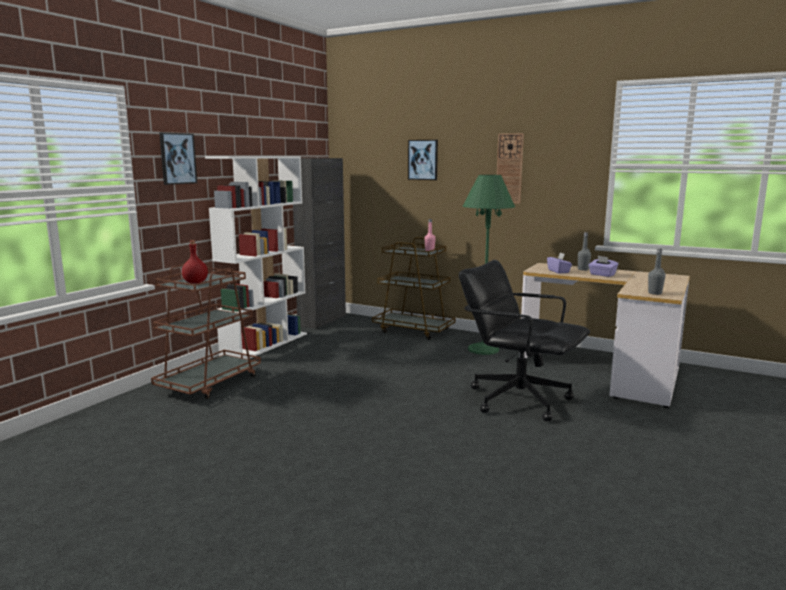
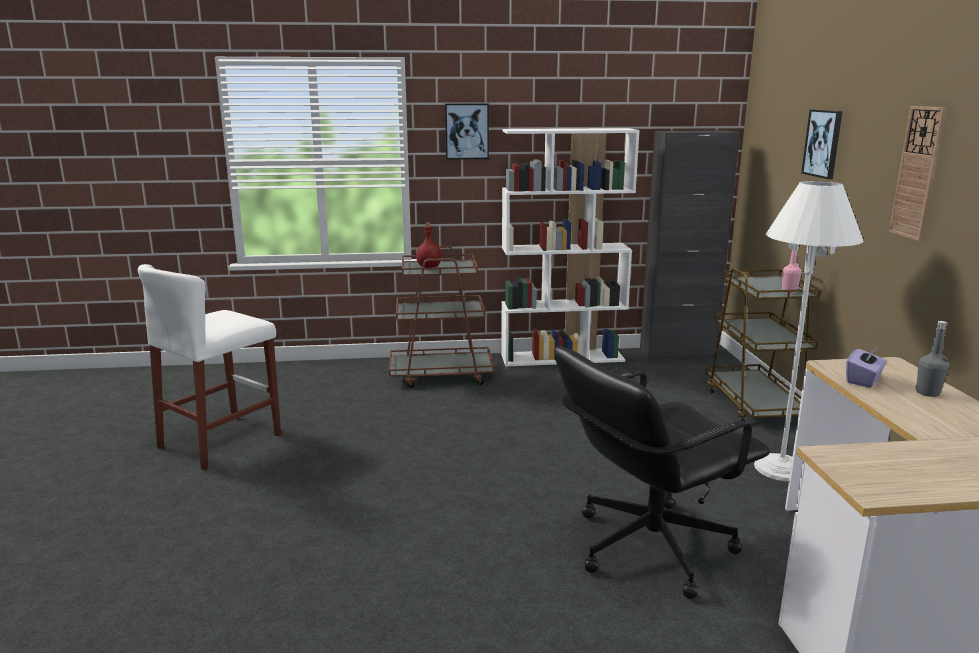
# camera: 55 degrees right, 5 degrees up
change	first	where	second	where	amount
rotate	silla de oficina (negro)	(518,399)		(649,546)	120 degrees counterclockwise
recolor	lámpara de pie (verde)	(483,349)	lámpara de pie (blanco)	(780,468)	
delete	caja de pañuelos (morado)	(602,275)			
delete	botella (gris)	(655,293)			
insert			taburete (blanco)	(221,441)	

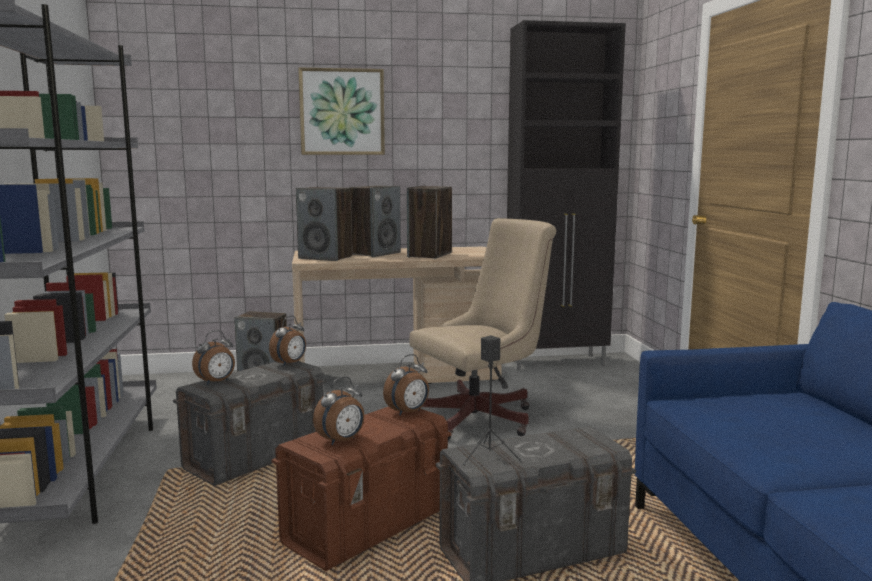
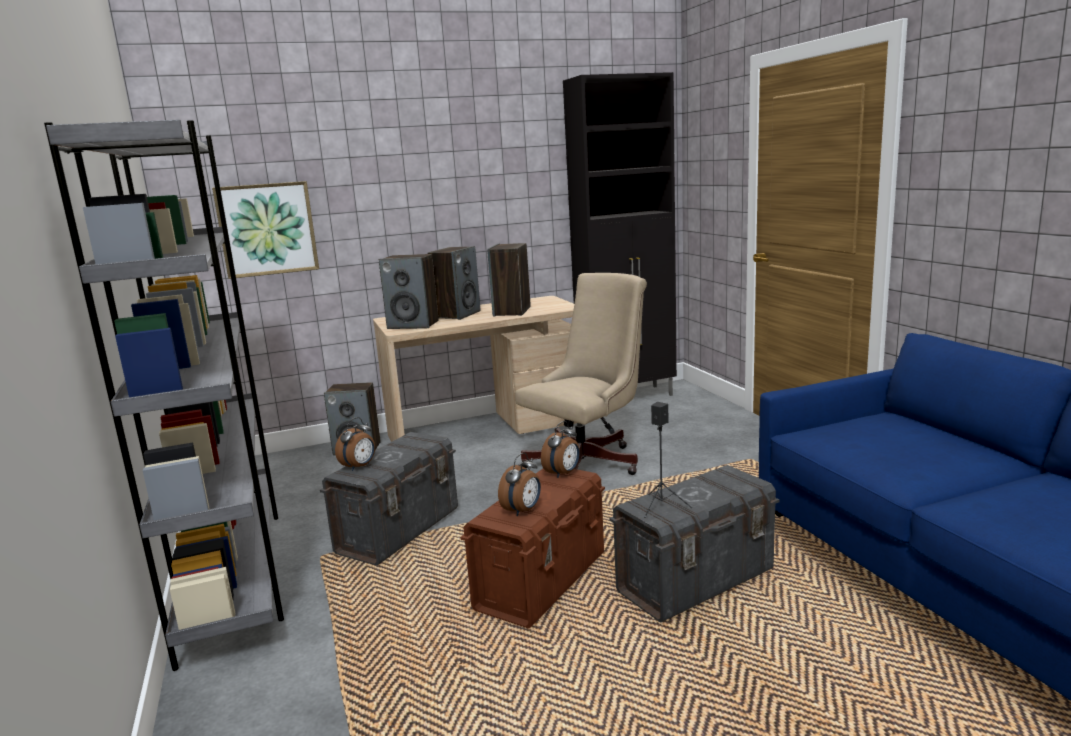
# camera: 10 degrees left, 5 degrees up
change	first	where	second	where	amount
delete	despertador	(290,363)			
move	cuadro	(342,112)		(267,229)	

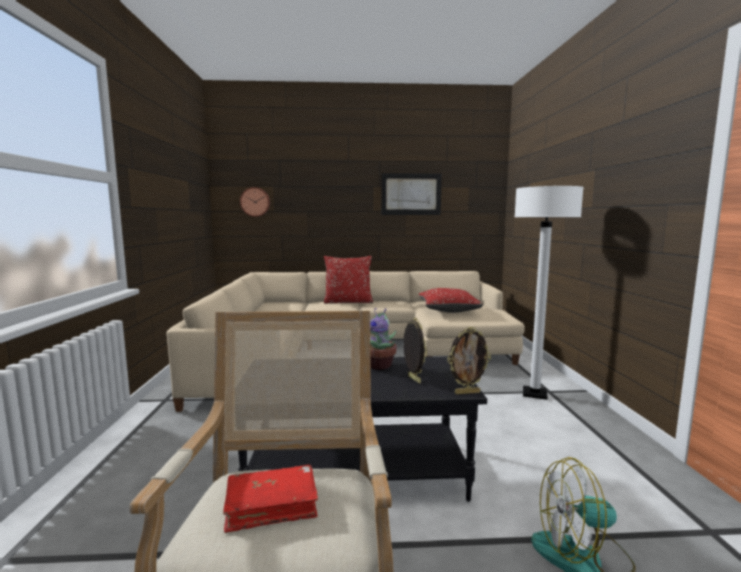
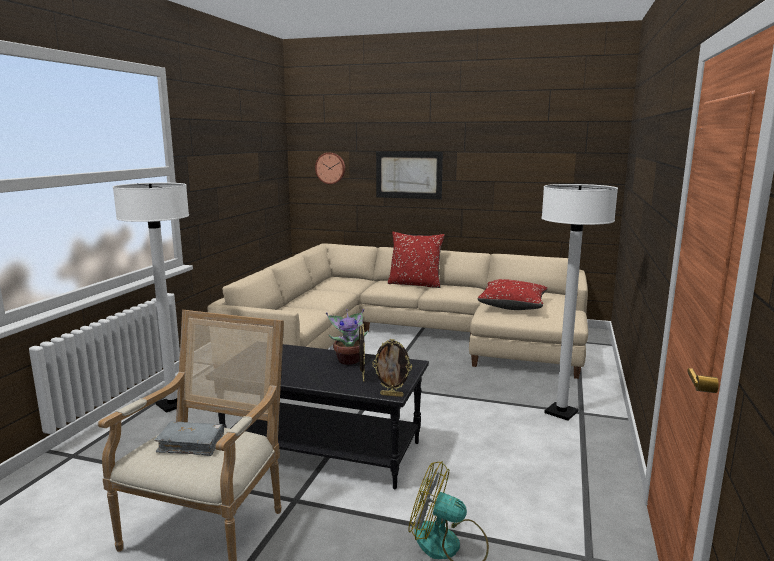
# camera: 20 degrees right, 5 degrees up
change	first	where	second	where	amount
recolor	libro (rojo)	(272,506)	libro (gris)	(191,444)	
move	cuadro	(411,194)		(408,175)	
insert			lámpara de pie (blanco)	(172,405)	

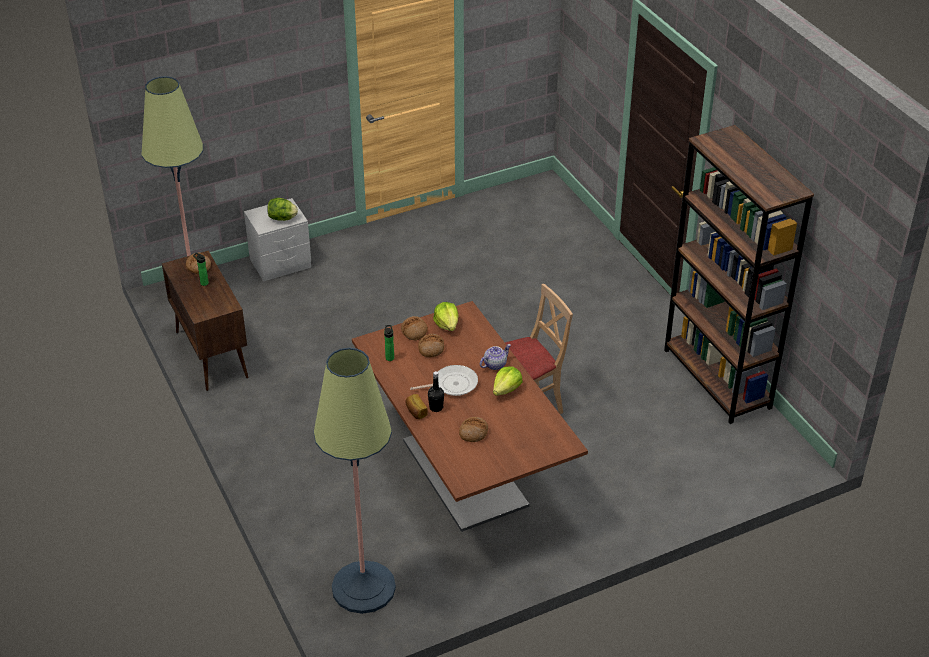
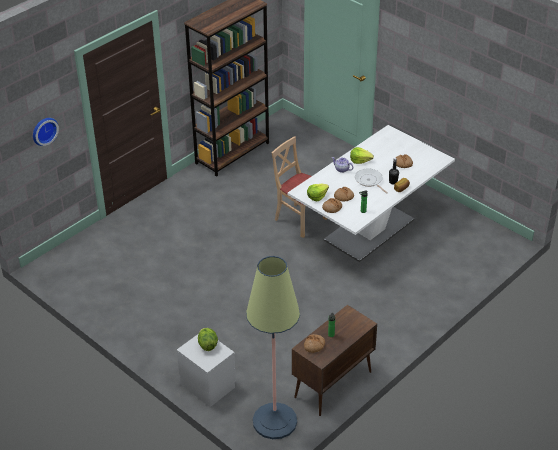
# camera: 110 degrees left, 0 degrees up
change	first	where	second	where	amount
delete	lámpara de pie	(363,587)			
recolor	mesa de comedor (marrón)	(464,473)	mesa de comedor (blanco)	(369,230)	
insert			reloj de pared	(43,130)	

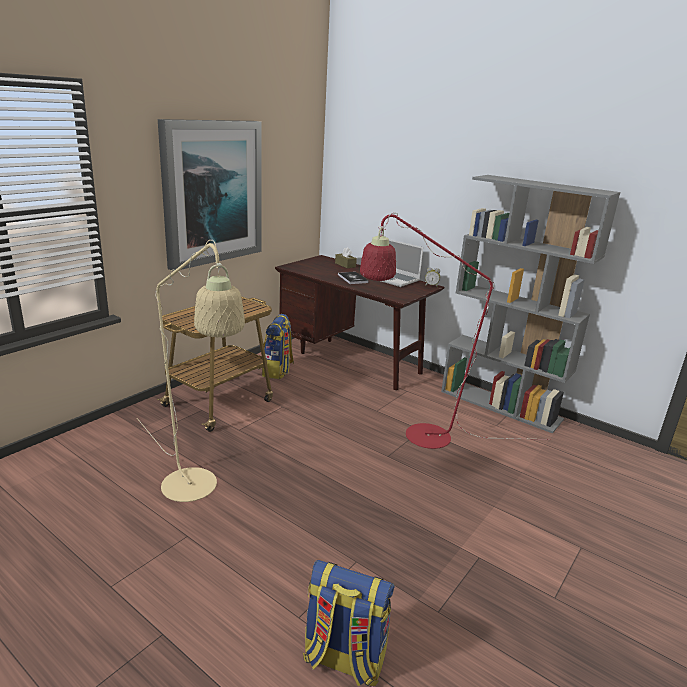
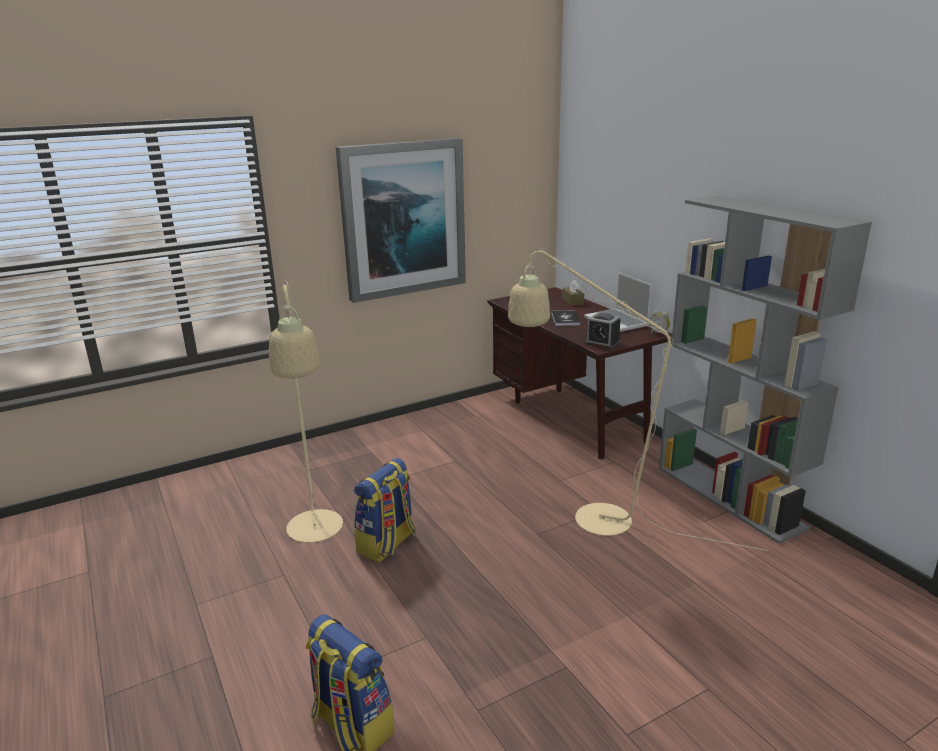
# camera: 25 degrees right, 0 degrees up
change	first	where	second	where	amount
delete	carrito	(220,402)			
move	mochila	(277,371)		(387,544)	
recolor	lámpara de pie (rojo)	(415,435)	lámpara de pie (beis)	(588,516)	
insert			despertador	(602,343)	

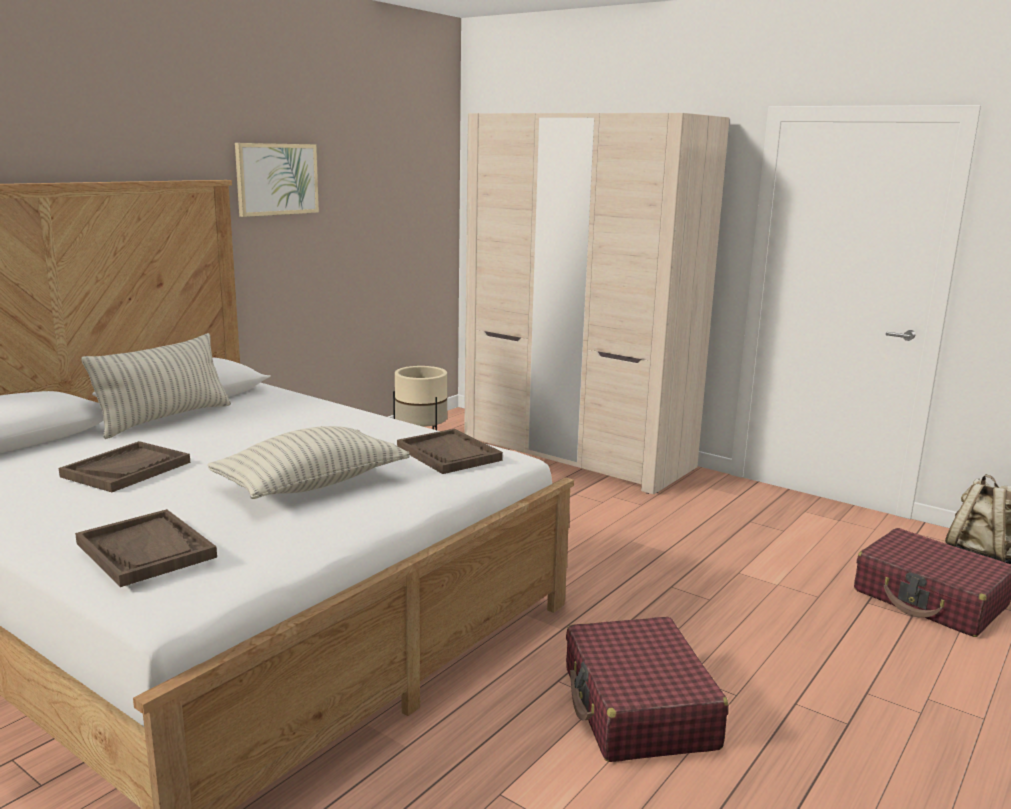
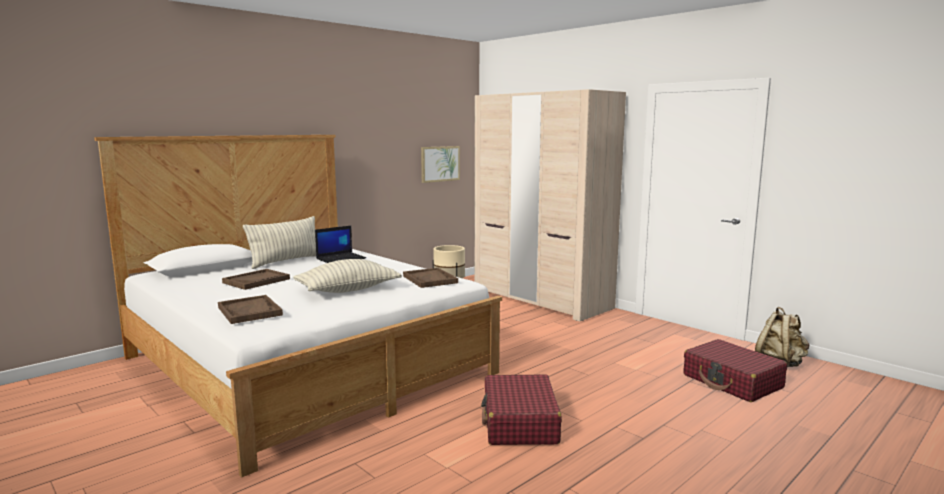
# camera: 10 degrees right, 5 degrees down
change	first	where	second	where	amount
move	cuadro	(277,179)		(440,164)	
insert			portátil	(341,258)	

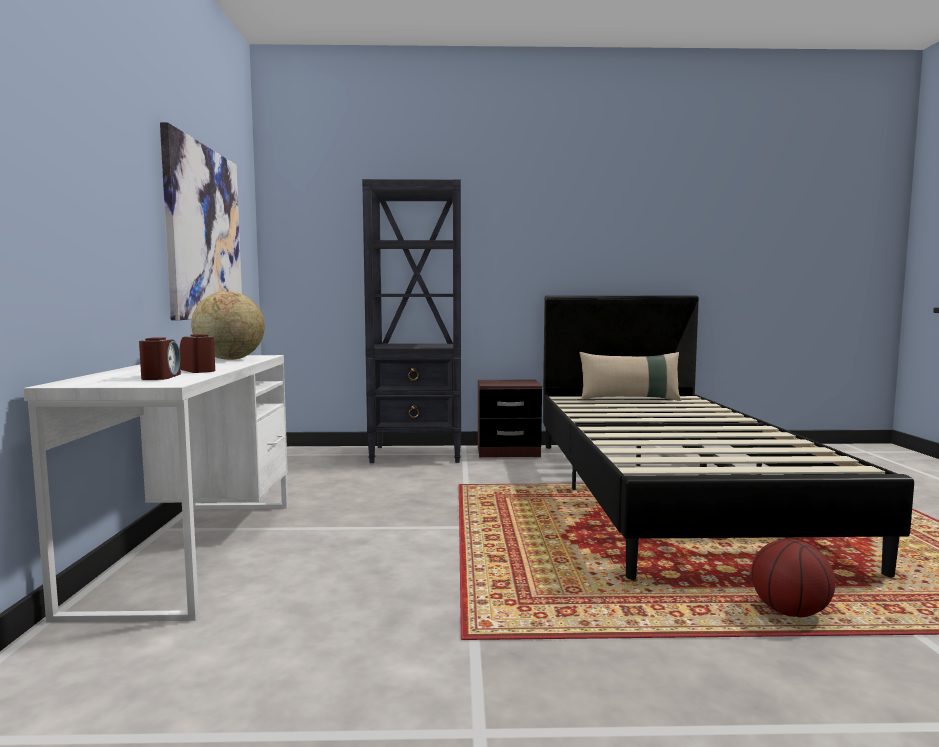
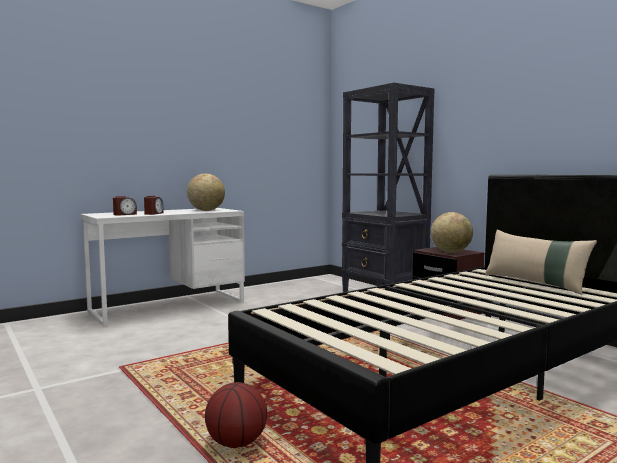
# camera: 55 degrees right, 0 degrees up
change	first	where	second	where	amount
delete	cuadro	(203,233)			
insert			globo terráqueo	(451,252)	

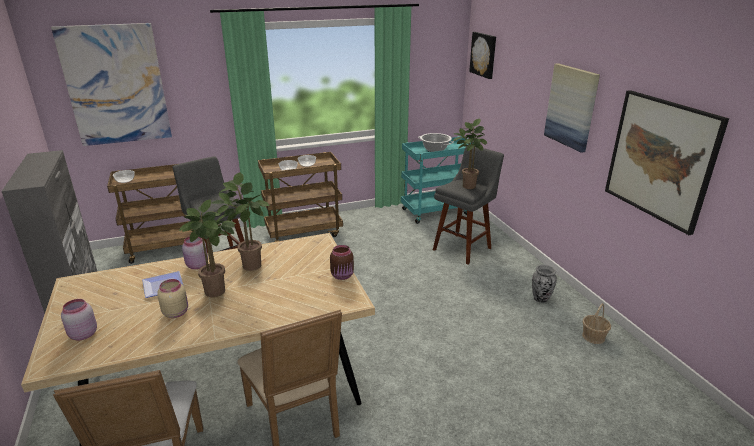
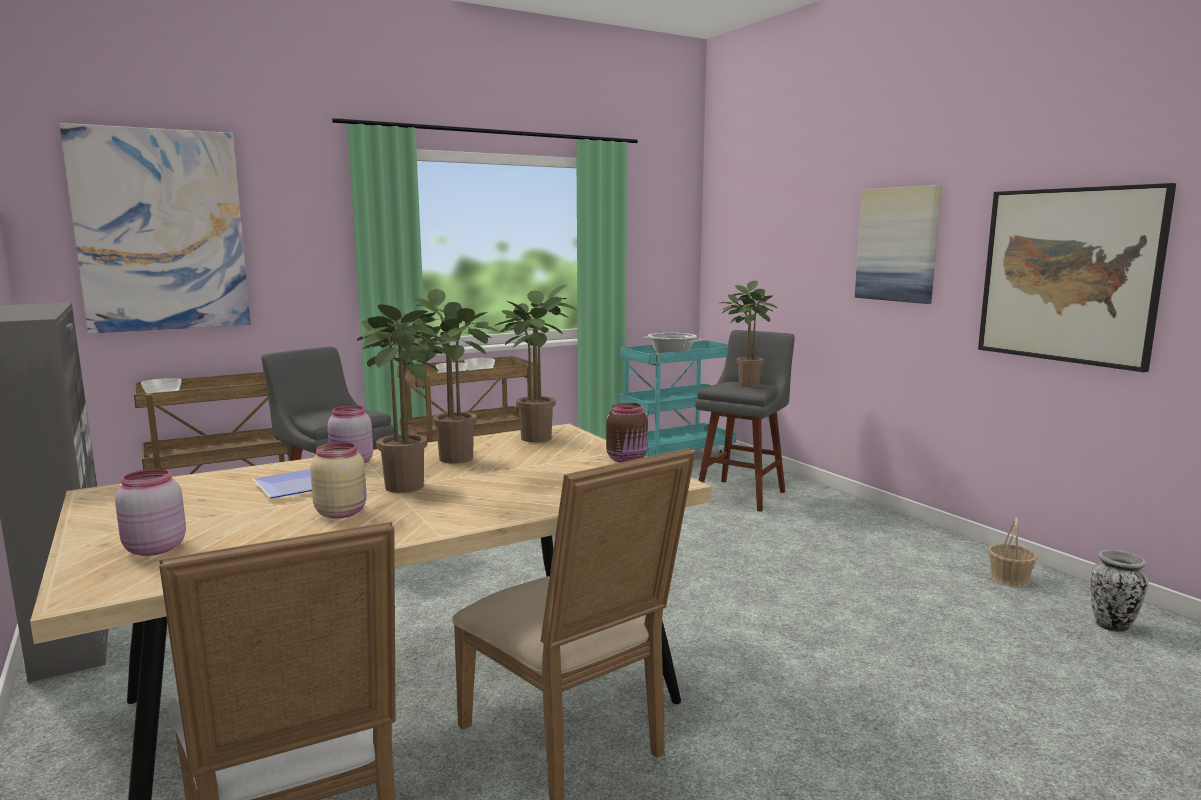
# camera: 10 degrees left, 15 degrees down
change	first	where	second	where	amount
delete	cuadro	(484,54)			
move	florero	(541,299)		(1112,626)	
insert			planta en maceta	(535,437)	

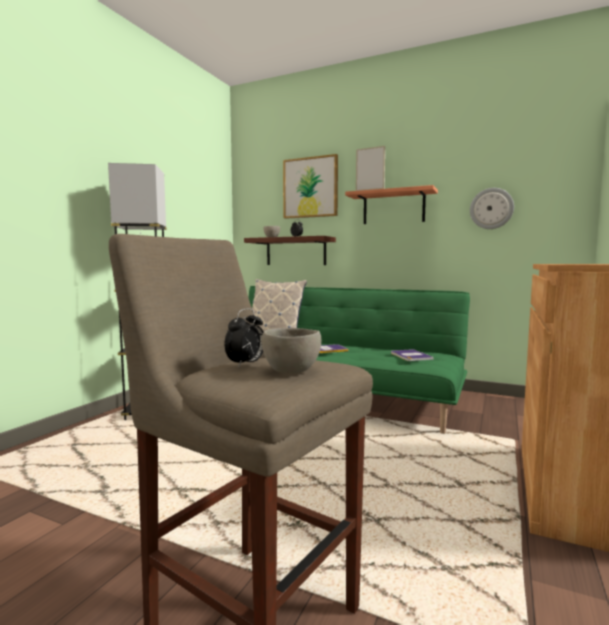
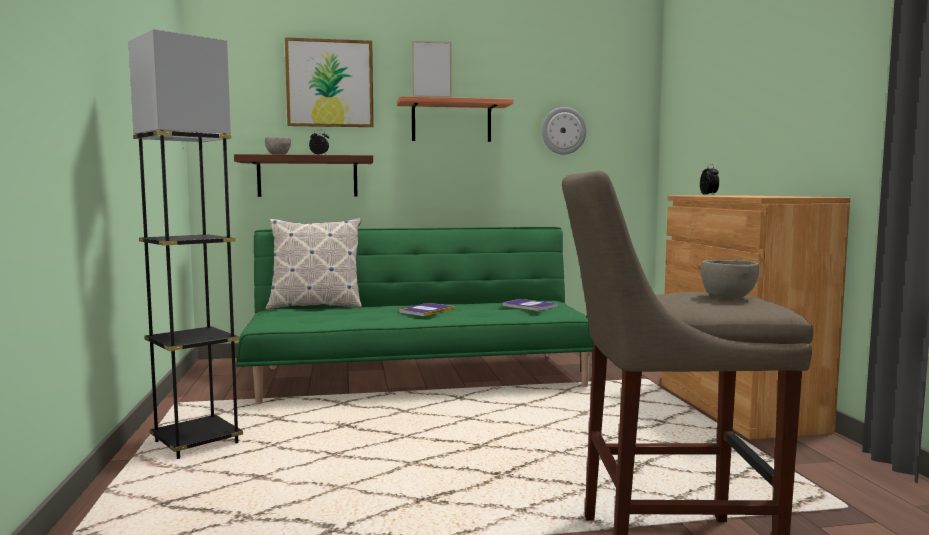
# camera: 35 degrees left, 0 degrees up
change	first	where	second	where	amount
move	despertador	(246,364)		(709,195)	

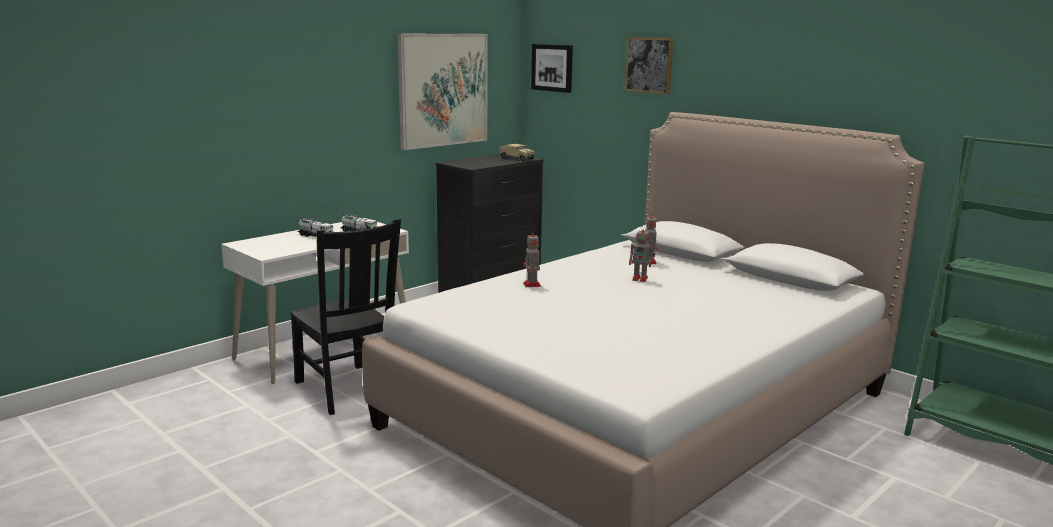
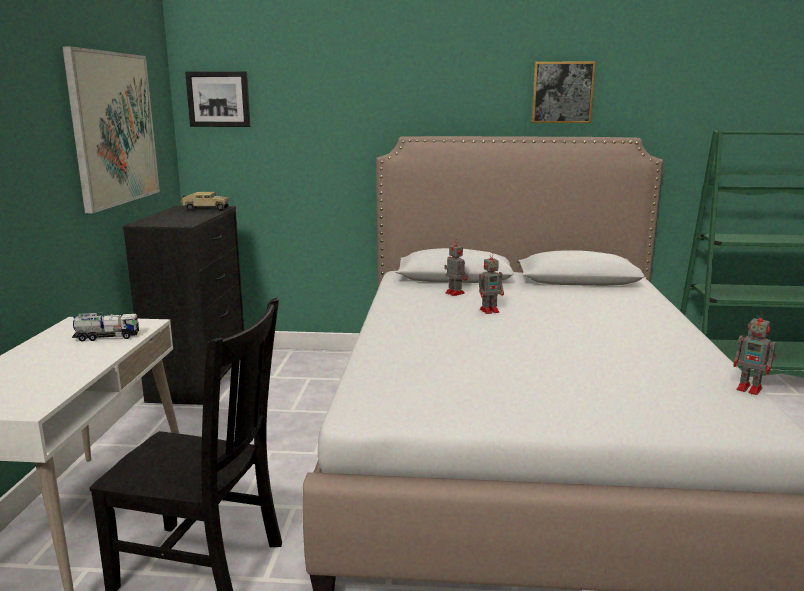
# camera: 40 degrees left, 0 degrees up
change	first	where	second	where	amount
delete	camión de juguete	(315,236)			
move	robot de juguete	(532,285)		(751,389)	
move	cuadro	(649,65)		(562,92)	

